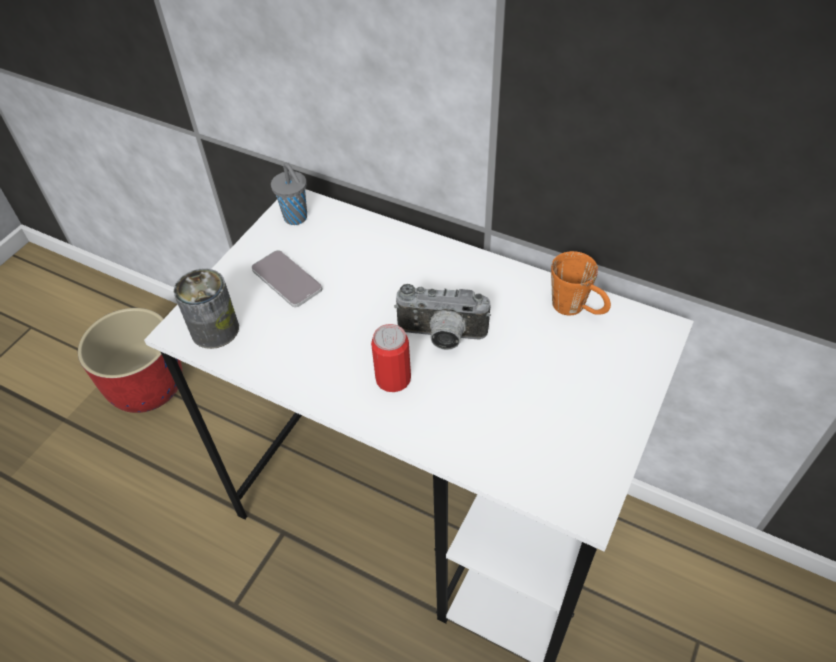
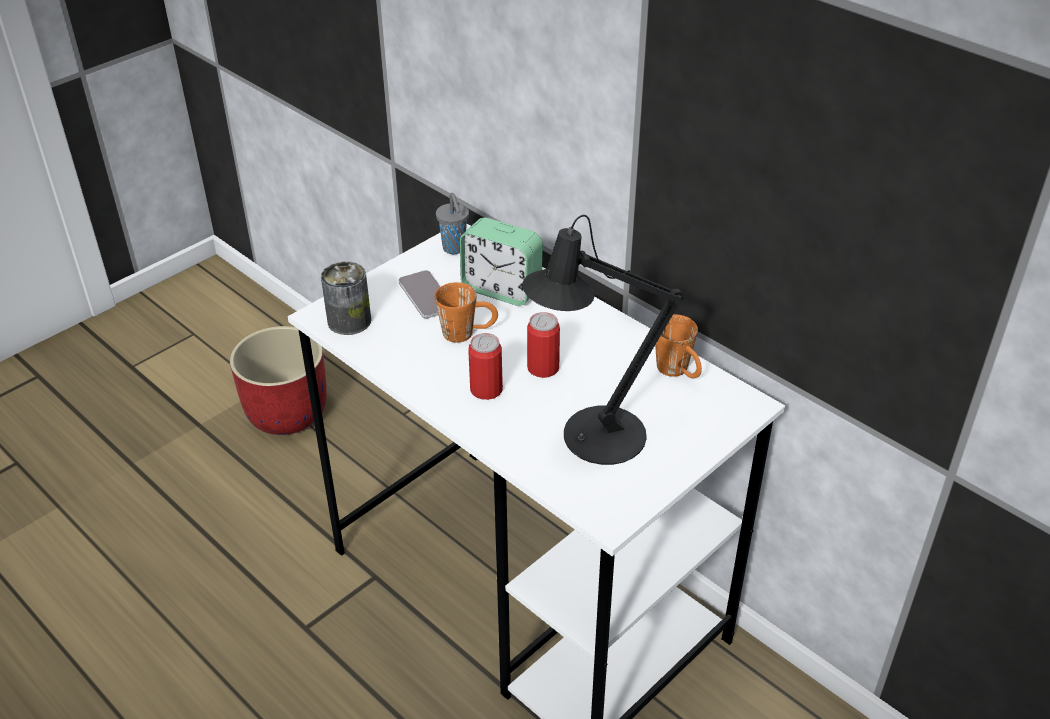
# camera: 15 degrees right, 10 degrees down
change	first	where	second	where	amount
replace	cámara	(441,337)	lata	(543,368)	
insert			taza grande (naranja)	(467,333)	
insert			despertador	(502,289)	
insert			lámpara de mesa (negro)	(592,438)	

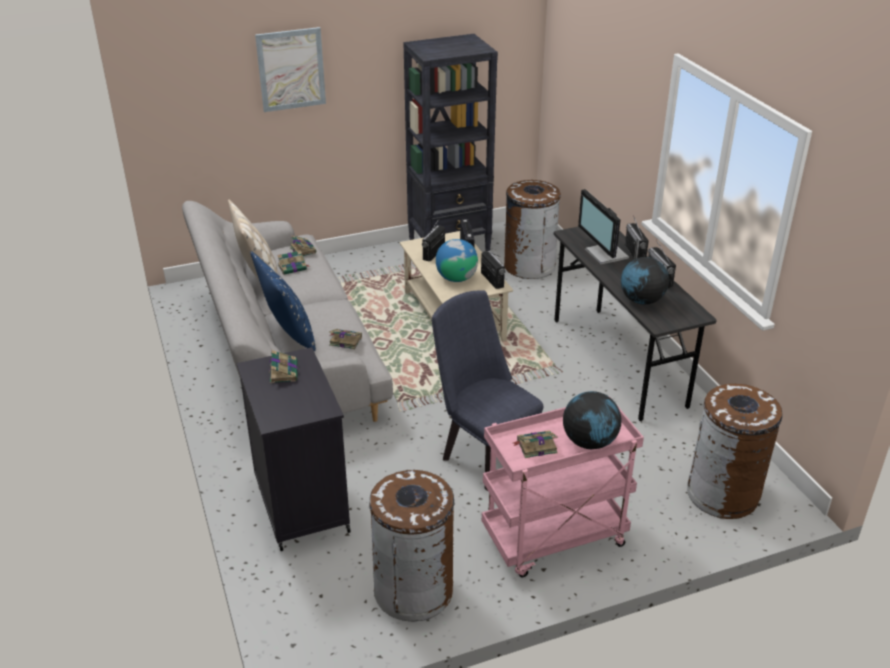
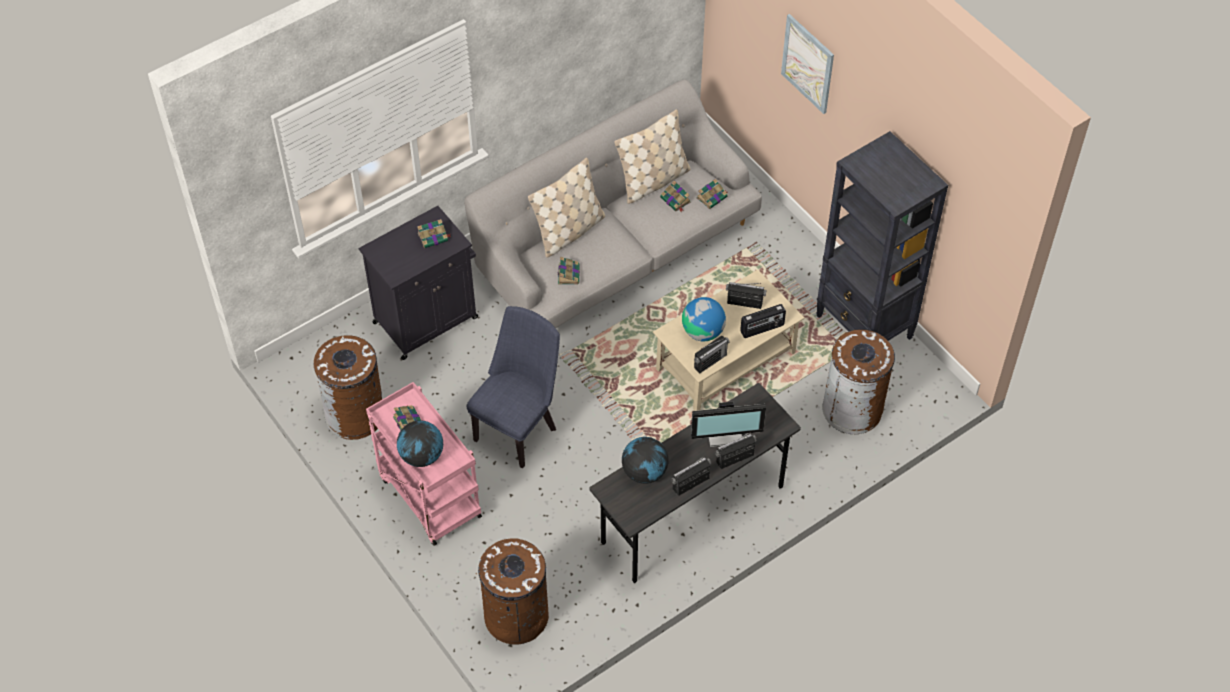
# camera: 75 degrees right, 20 degrees up
change	first	where	second	where	amount
recolor	cojín (azul)	(288,333)	cojín (beis)	(569,231)	
rotate	monitor	(605,254)		(725,433)	150 degrees counterclockwise

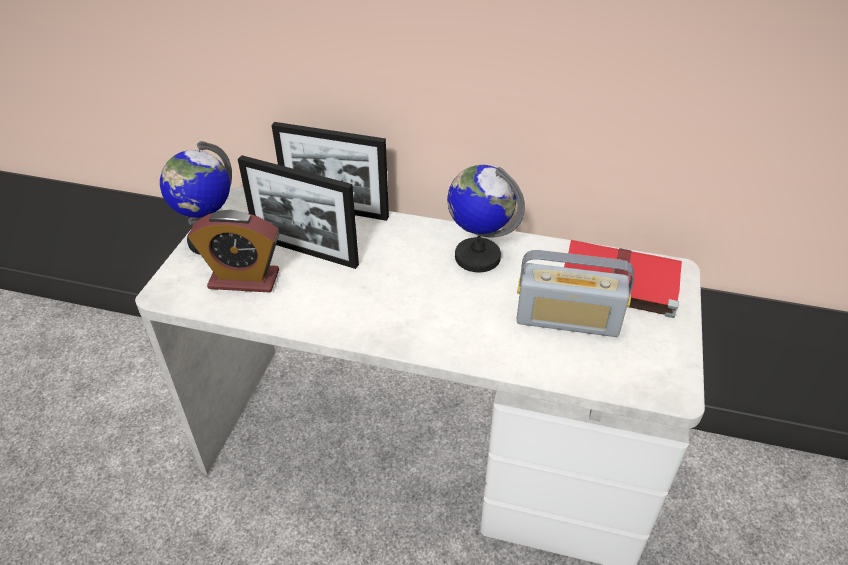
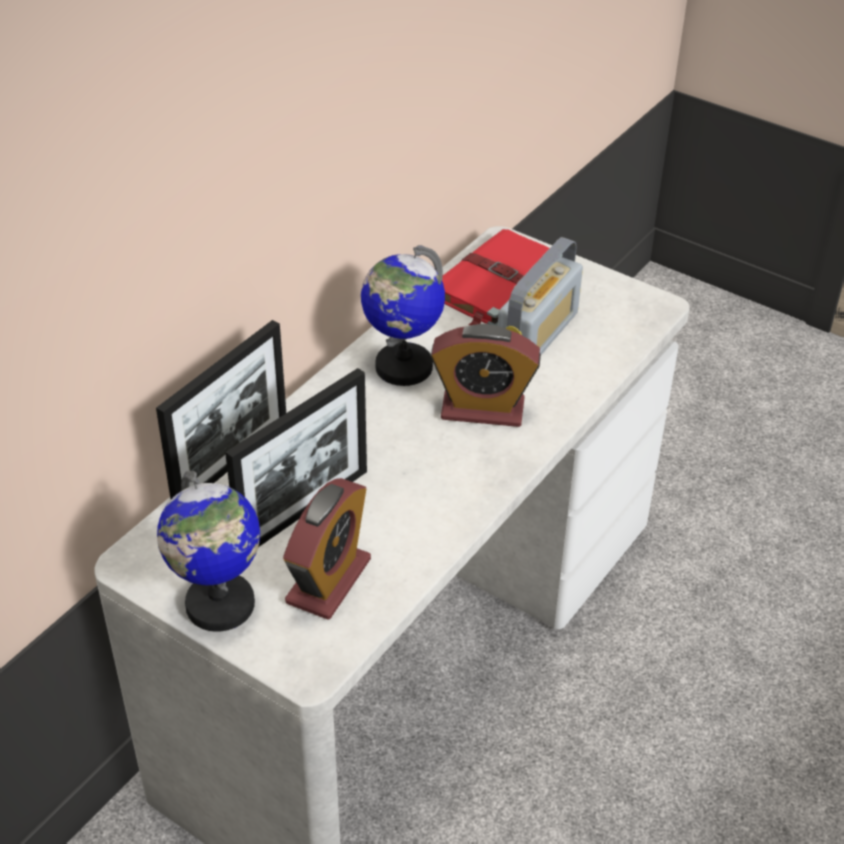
# camera: 70 degrees left, 0 degrees up
change	first	where	second	where	amount
insert			despertador	(482,409)	

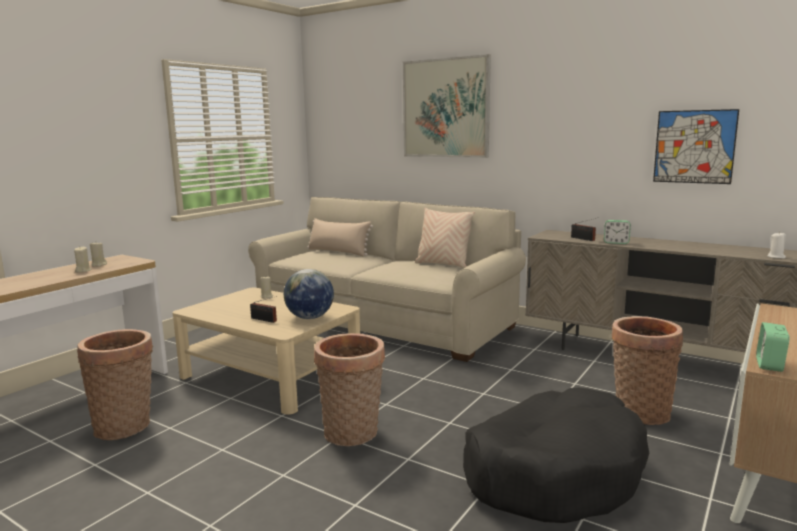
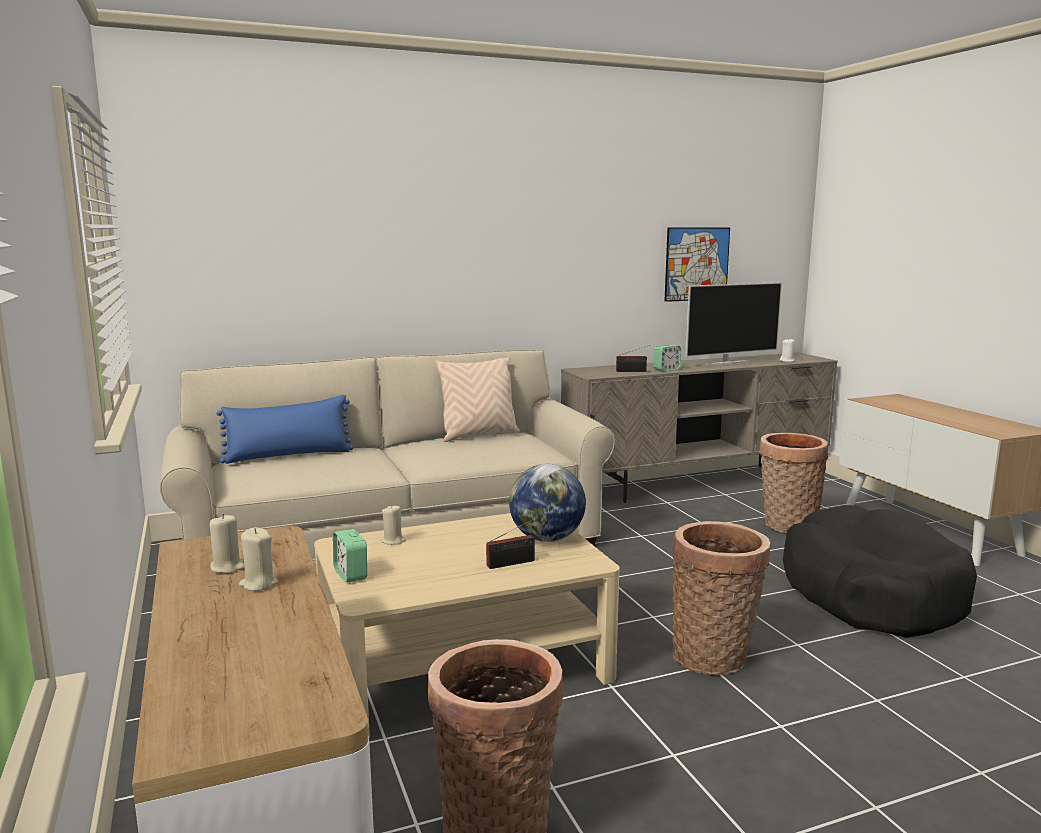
# camera: 55 degrees left, 0 degrees up
change	first	where	second	where	amount
recolor	cojín (beis)	(338,252)	cojín (azul)	(288,455)	
delete	cuadro	(445,108)			
move	despertador	(769,365)		(350,574)	
insert			televisor	(728,362)	

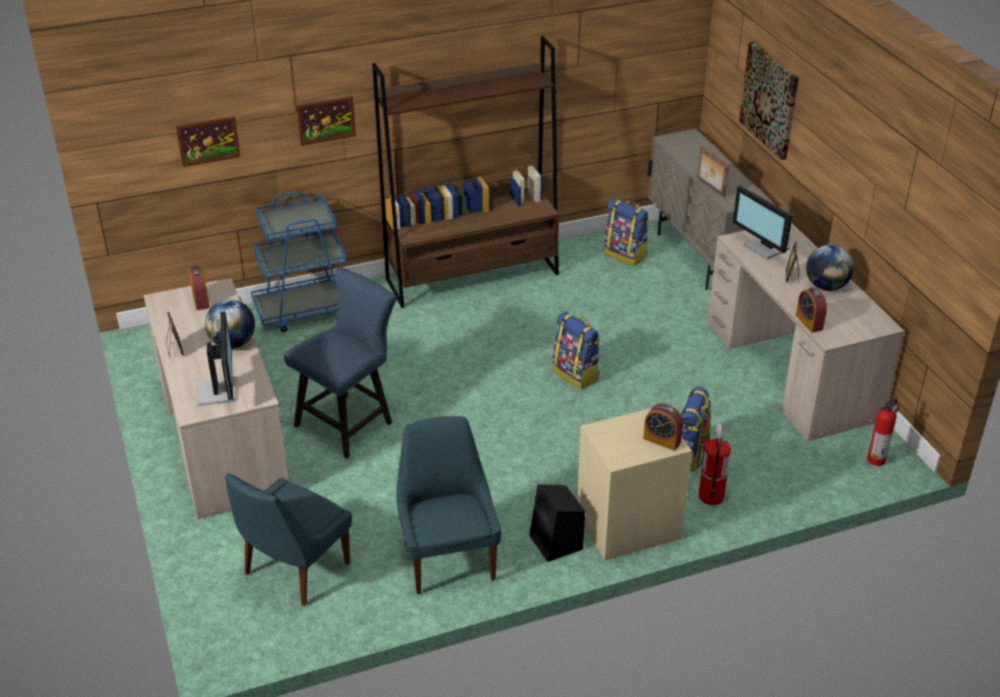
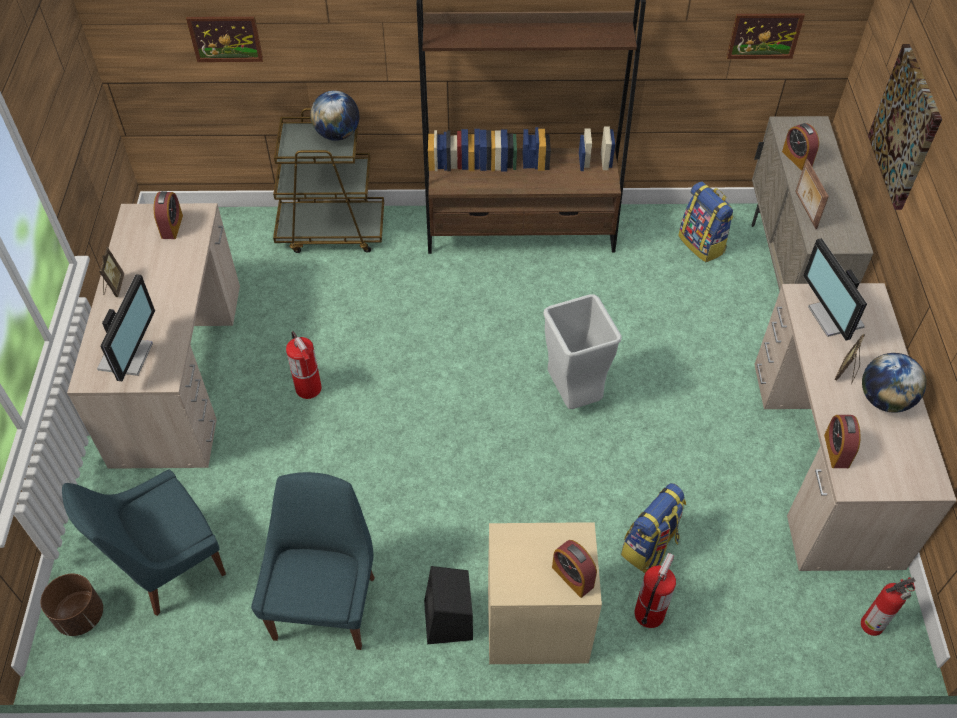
# camera: 20 degrees right, 15 degrees up
change	first	where	second	where	amount
move	globo terráqueo	(233,343)		(337,134)	
recolor	carrito (azul)	(306,310)	carrito (marrón)	(332,230)	
replace	silla (azul)	(349,422)	extintor	(308,388)	
move	cuadro	(326,120)		(764,35)	
replace	mochila	(576,374)	papelera (gris)	(573,395)	
insert			maceta (marrón)	(80,616)	
insert			despertador	(797,158)	

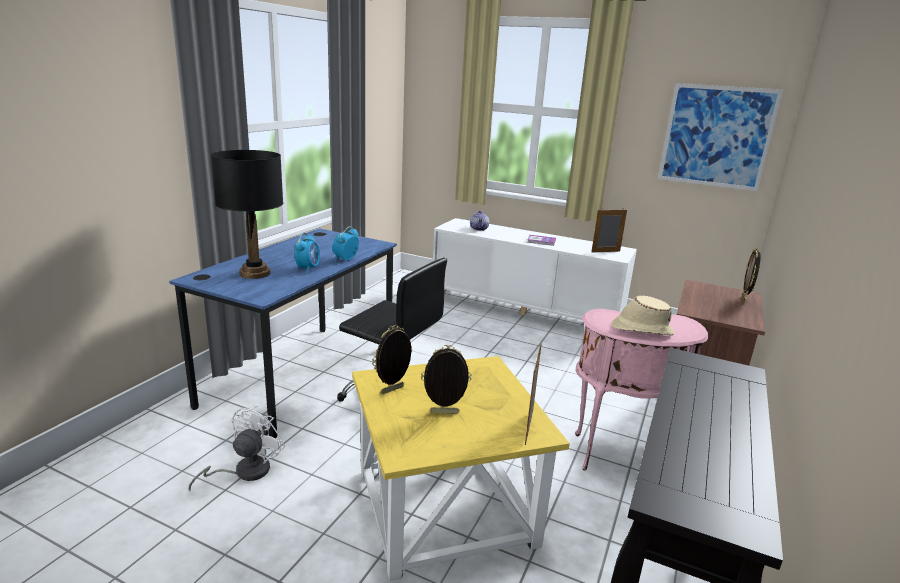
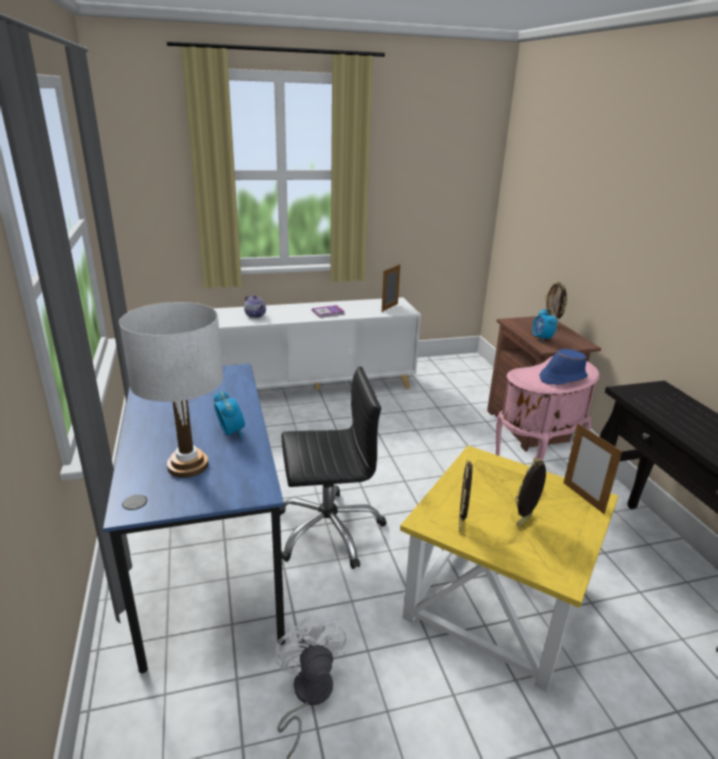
# camera: 40 degrees left, 5 degrees up
change	first	where	second	where	amount
recolor	lámpara de mesa (negro)	(254,273)	lámpara de mesa (blanco)	(187,466)	
move	despertador	(345,259)		(541,338)	
recolor	sombrero (beis)	(641,329)	sombrero (azul)	(562,378)	
delete	cuadro	(716,137)			

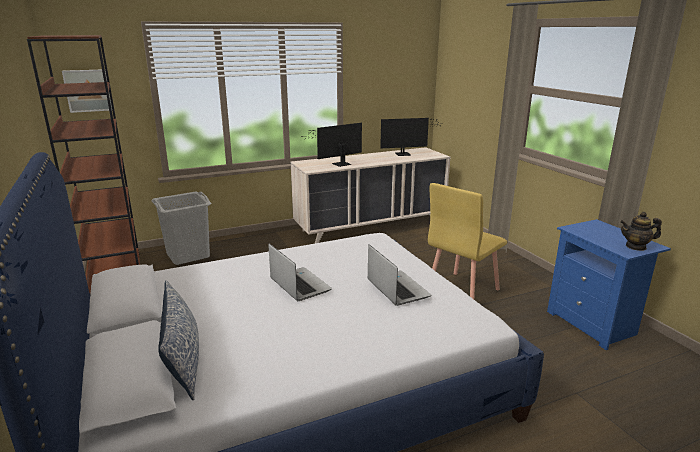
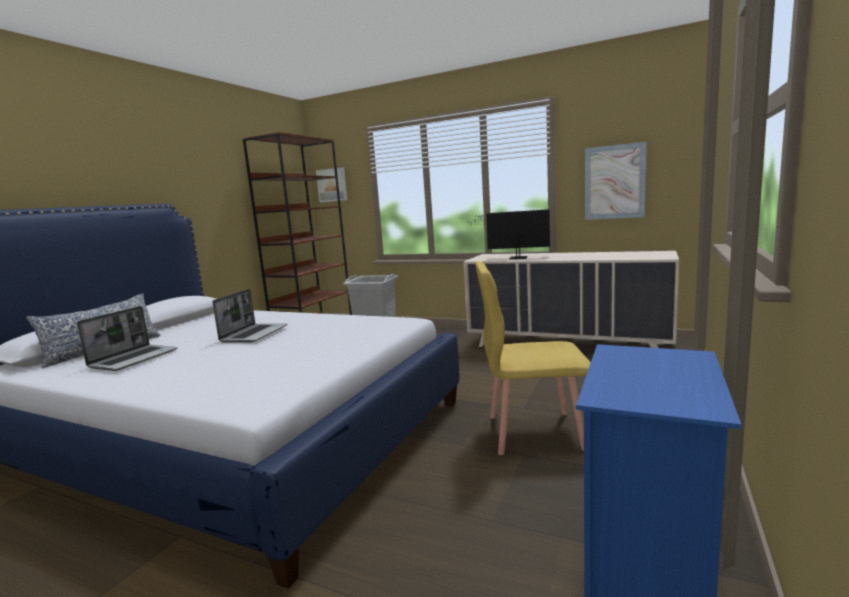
# camera: 50 degrees right, 10 degrees down
change	first	where	second	where	amount
move	portátil	(396,289)		(134,358)	
delete	monitor	(405,154)			
delete	tetera	(636,247)			
insert			cuadro	(614,182)	

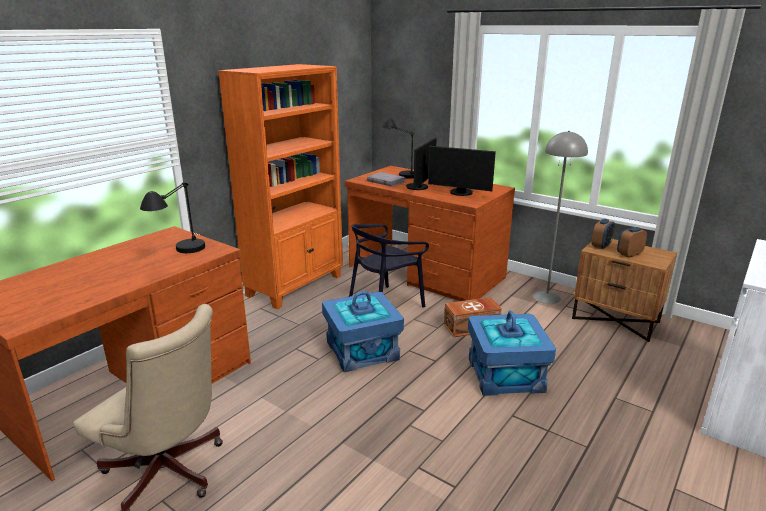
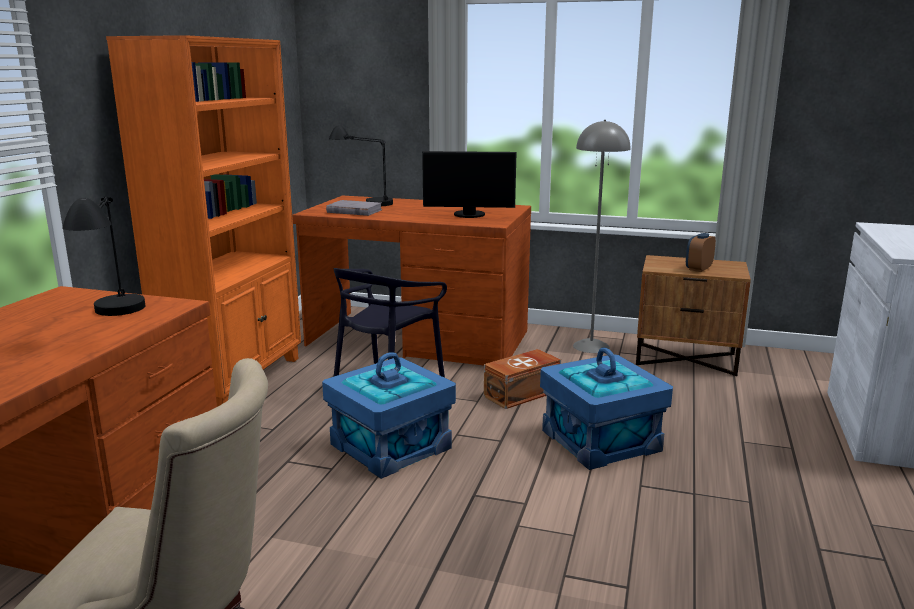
# camera: 20 degrees left, 5 degrees down
change	first	where	second	where	amount
delete	monitor	(419,187)			
delete	despertador	(601,246)			

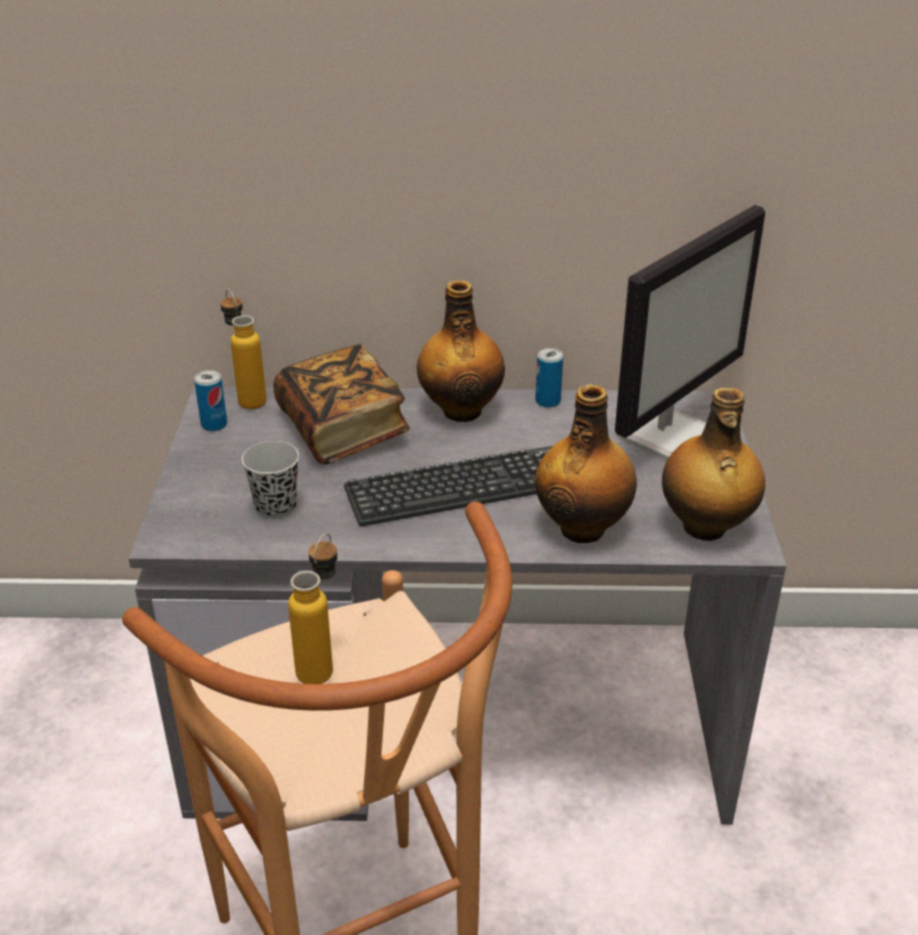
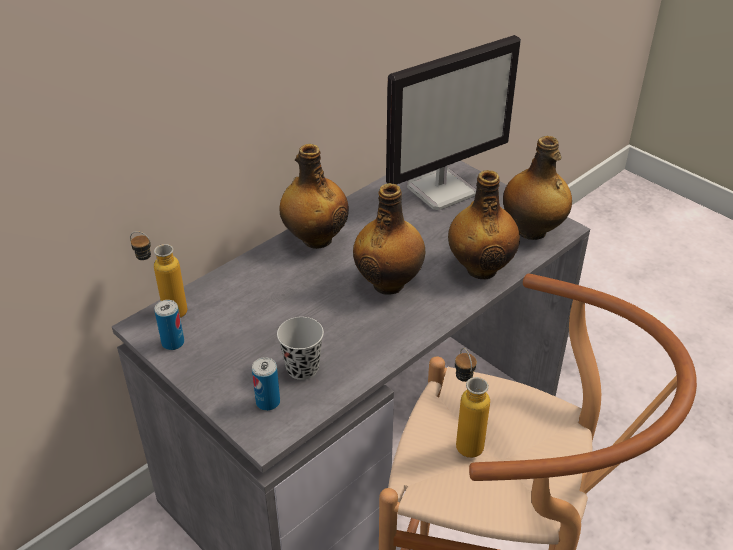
# camera: 45 degrees left, 5 degrees up
change	first	where	second	where	amount
delete	libro	(342,429)			
replace	teclado	(467,486)	botella	(389,283)	
move	lata	(547,401)		(268,402)	
rotate	monitor	(667,434)		(442,189)	60 degrees clockwise

